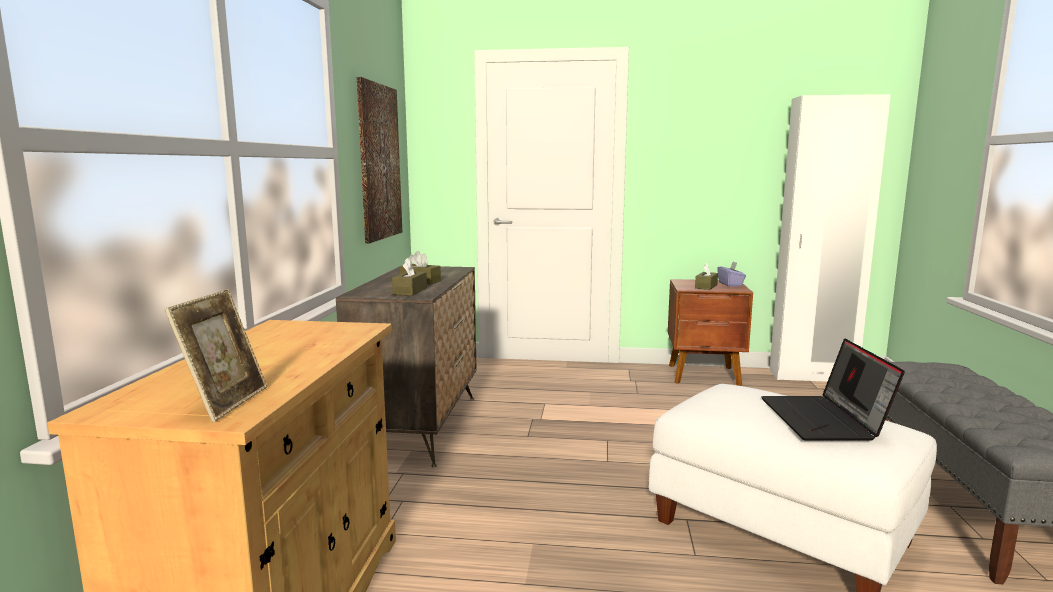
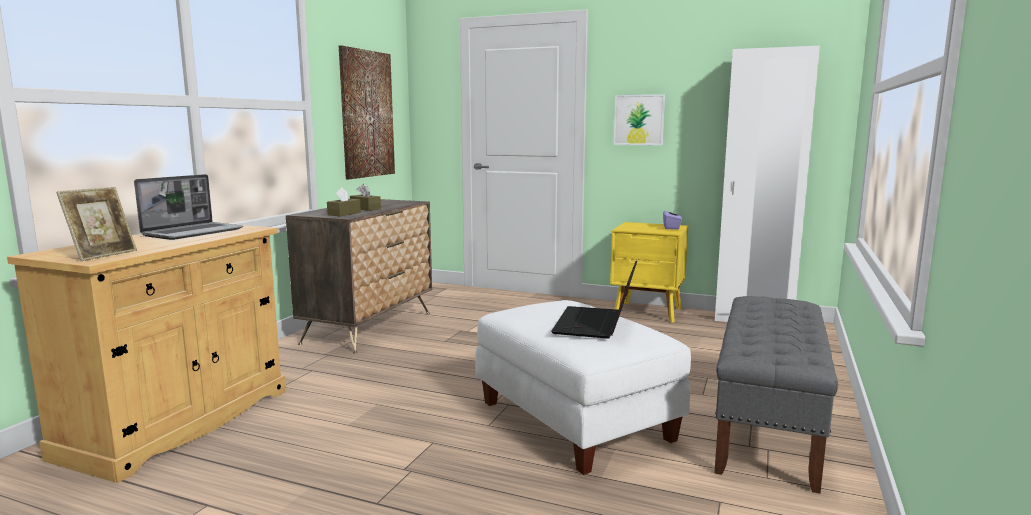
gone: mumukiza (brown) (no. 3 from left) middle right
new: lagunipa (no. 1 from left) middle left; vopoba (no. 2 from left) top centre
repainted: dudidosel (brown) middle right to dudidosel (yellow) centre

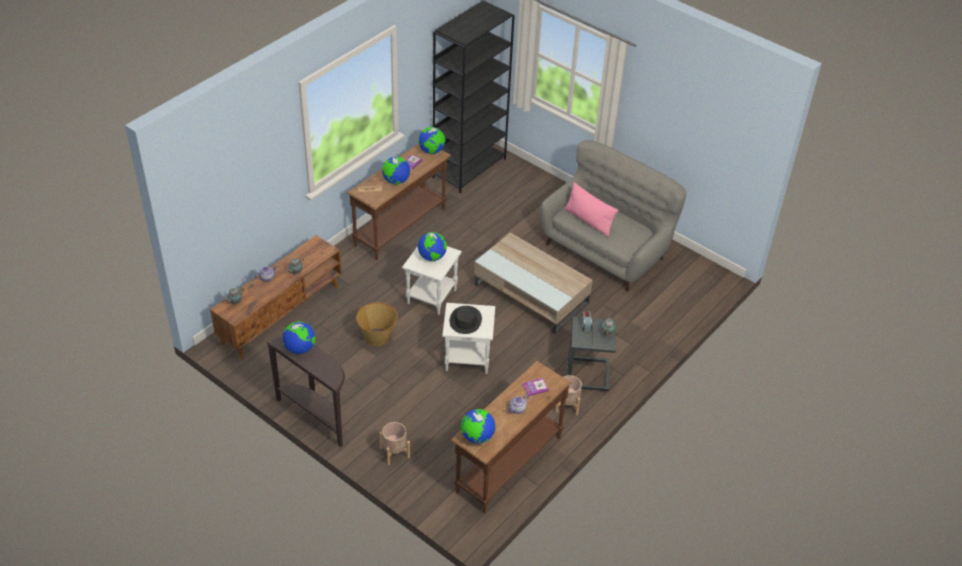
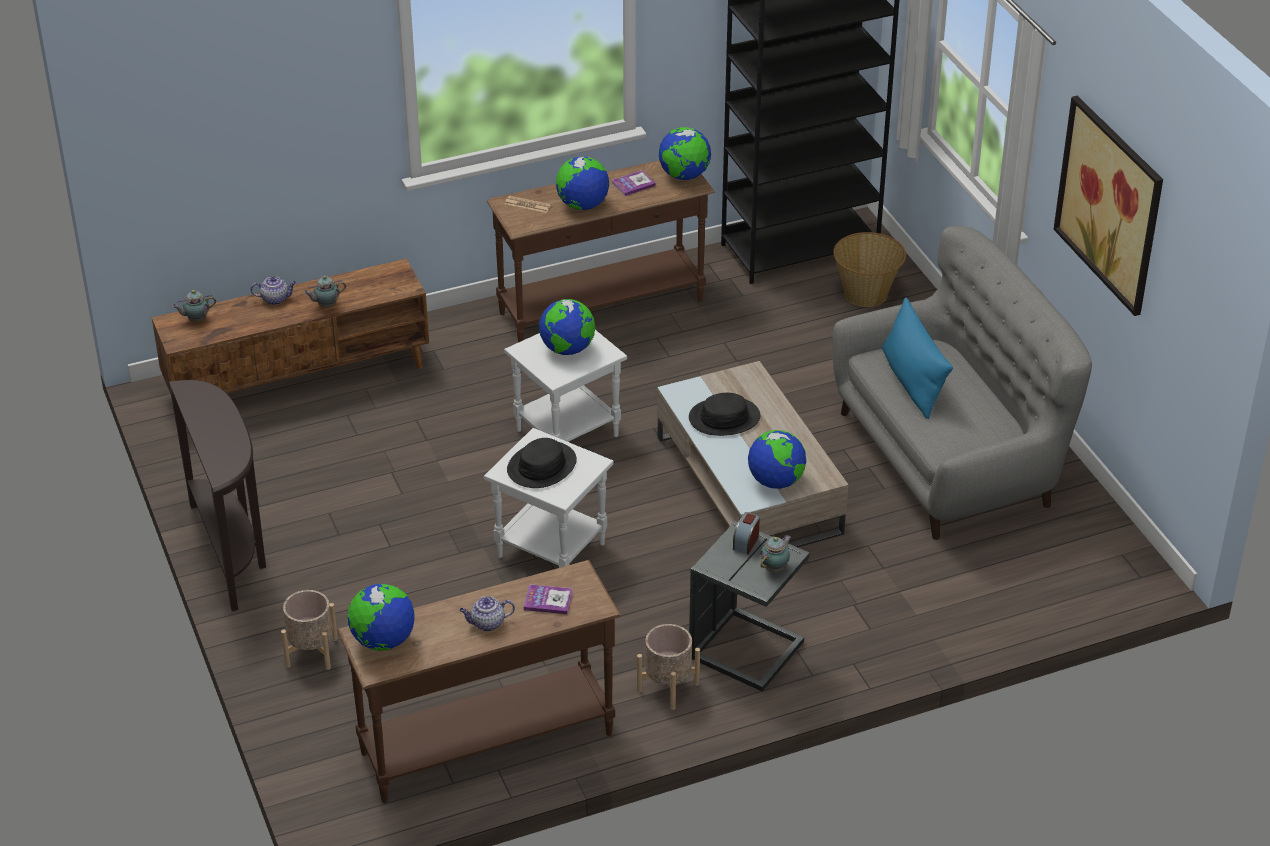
new: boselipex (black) (no. 2 from left) centre; vopoba top right
shifted: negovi (no. 1 from left in the first image) middle left to negovi (no. 5 from left) centre; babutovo centre to top right
repainted: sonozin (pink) centre to sonozin (blue) middle right

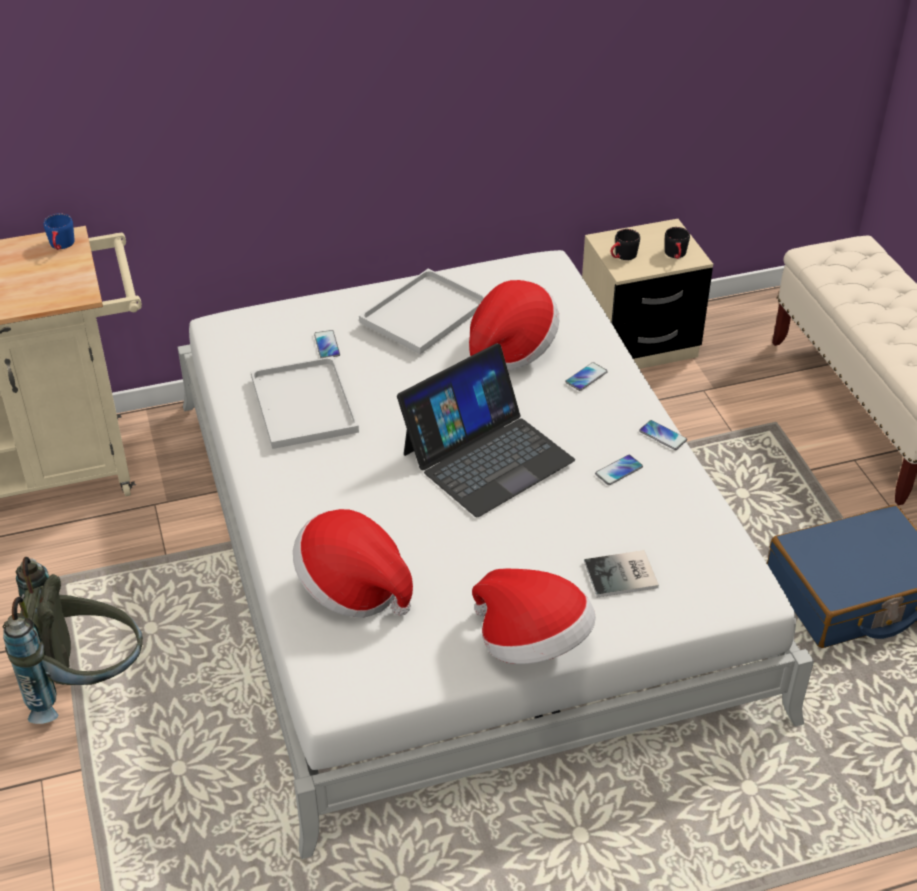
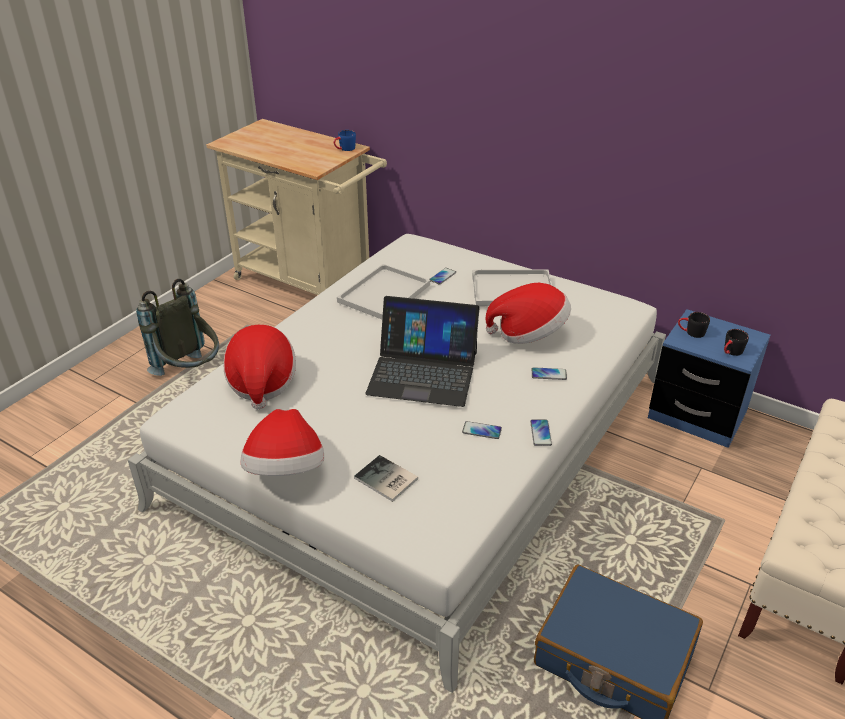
repainted: dudidosel (beige) top right to dudidosel (blue) middle right

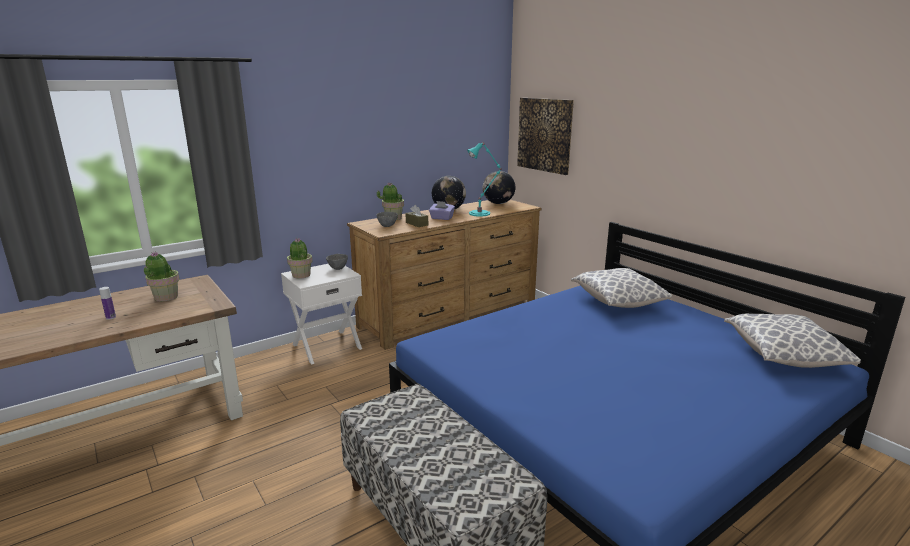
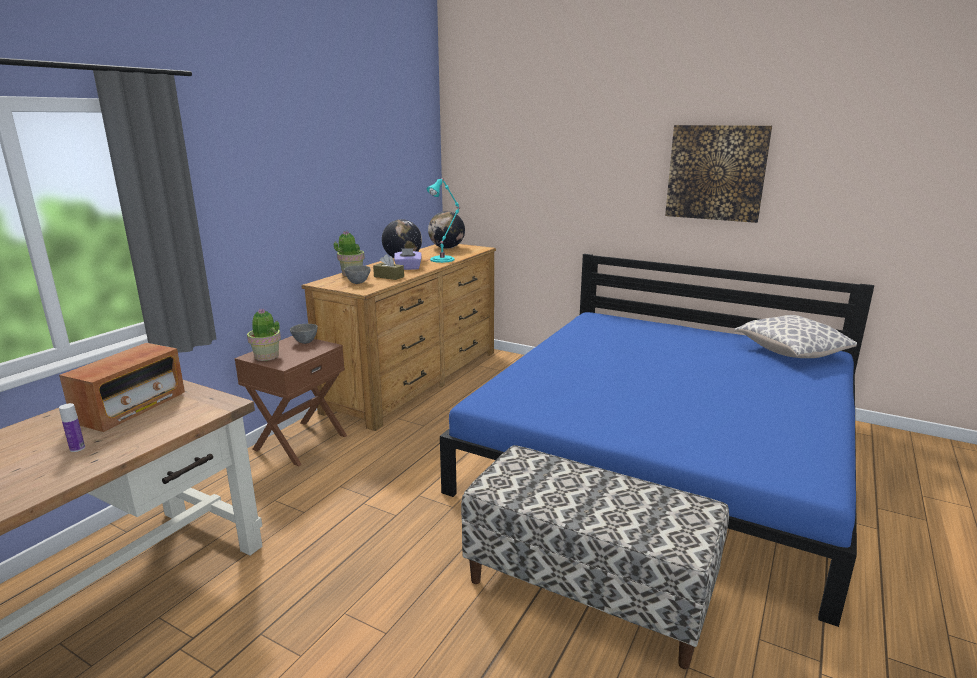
gone: sonozin (no. 1 from left) middle right
shifted: vopoba top centre to top right
swapped: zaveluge (no. 1 from left) middle left to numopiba middle left
repainted: dudidosel (white) centre to dudidosel (brown) middle left

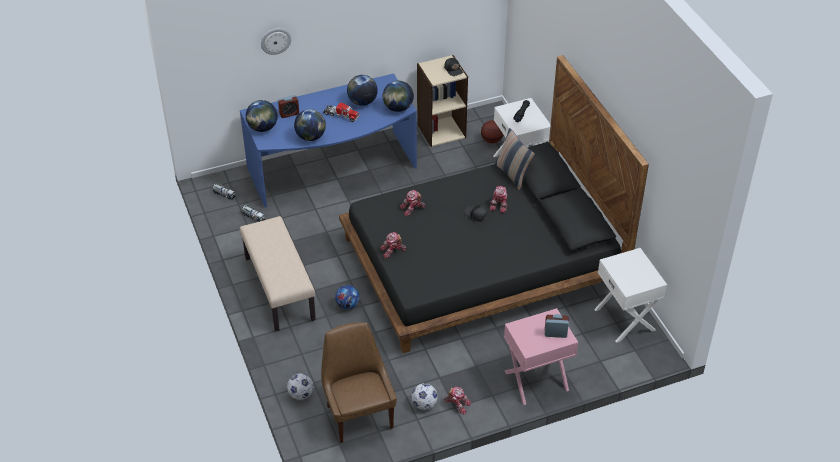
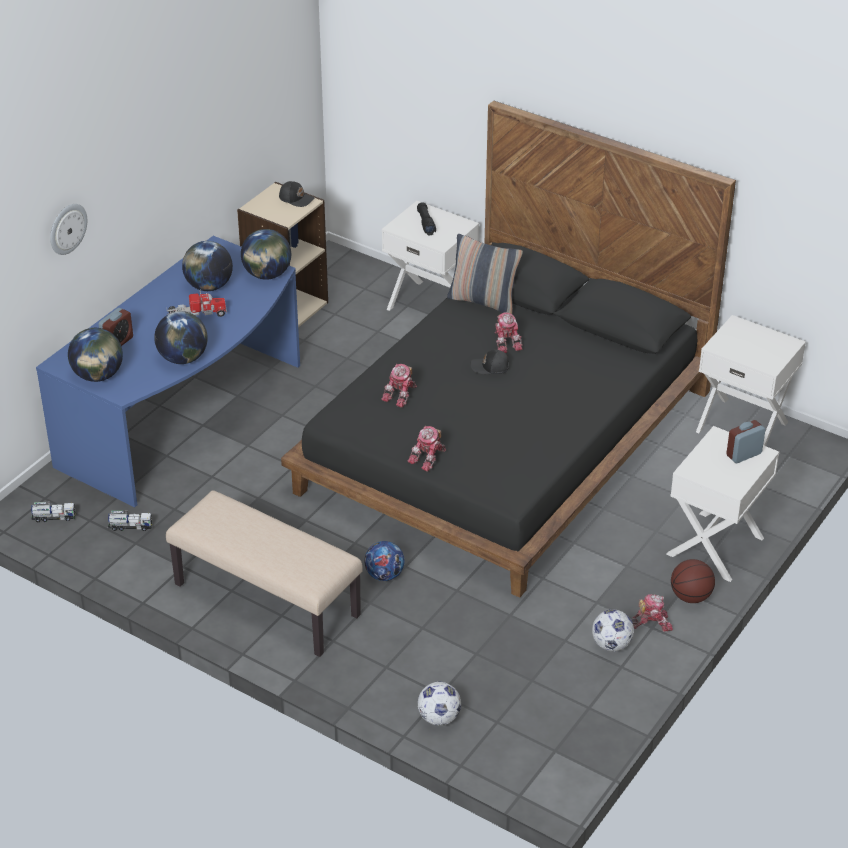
gone: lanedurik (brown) bottom centre
shifted: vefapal top centre to bottom right
repainted: dudidosel (pink) bottom centre to dudidosel (white) (no. 2 from left) middle right

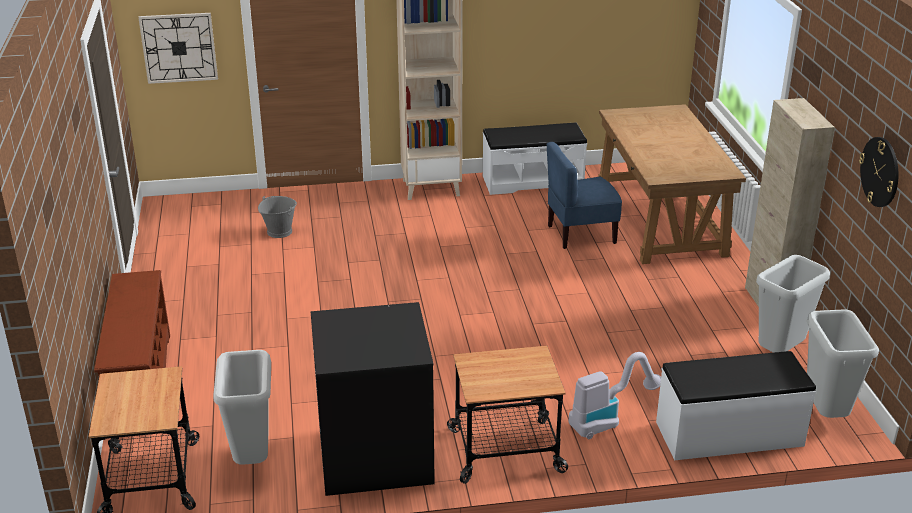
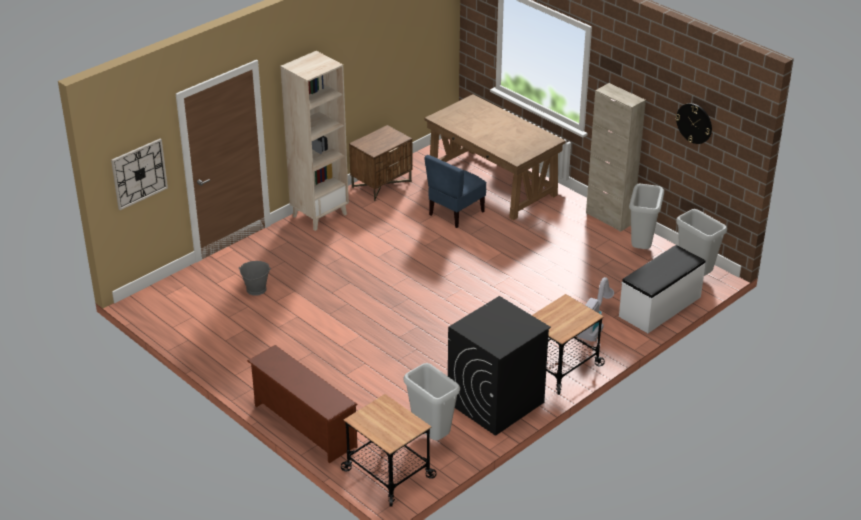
swapped: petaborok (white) (no. 1 from left) top centre to dudidosel (brown) top centre

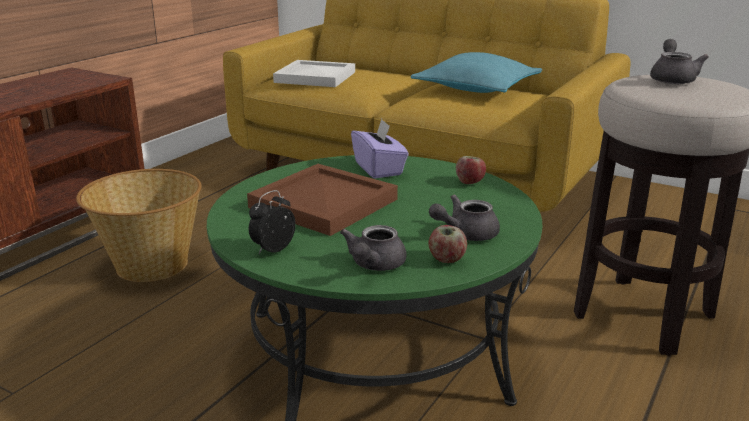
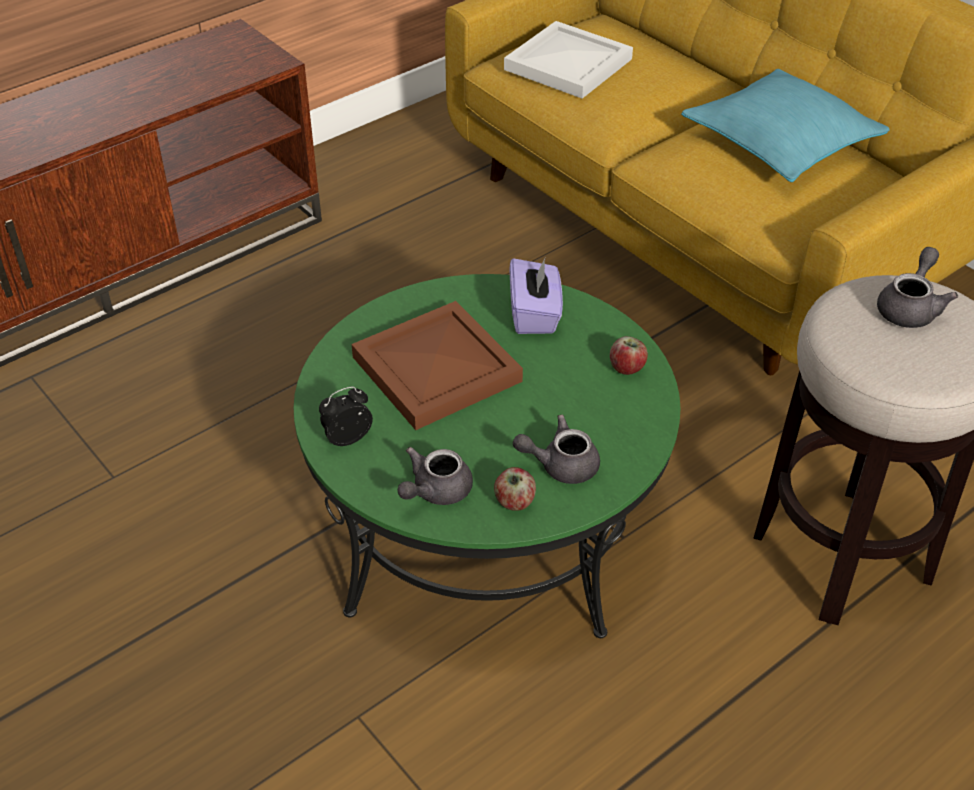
gone: babutovo middle left

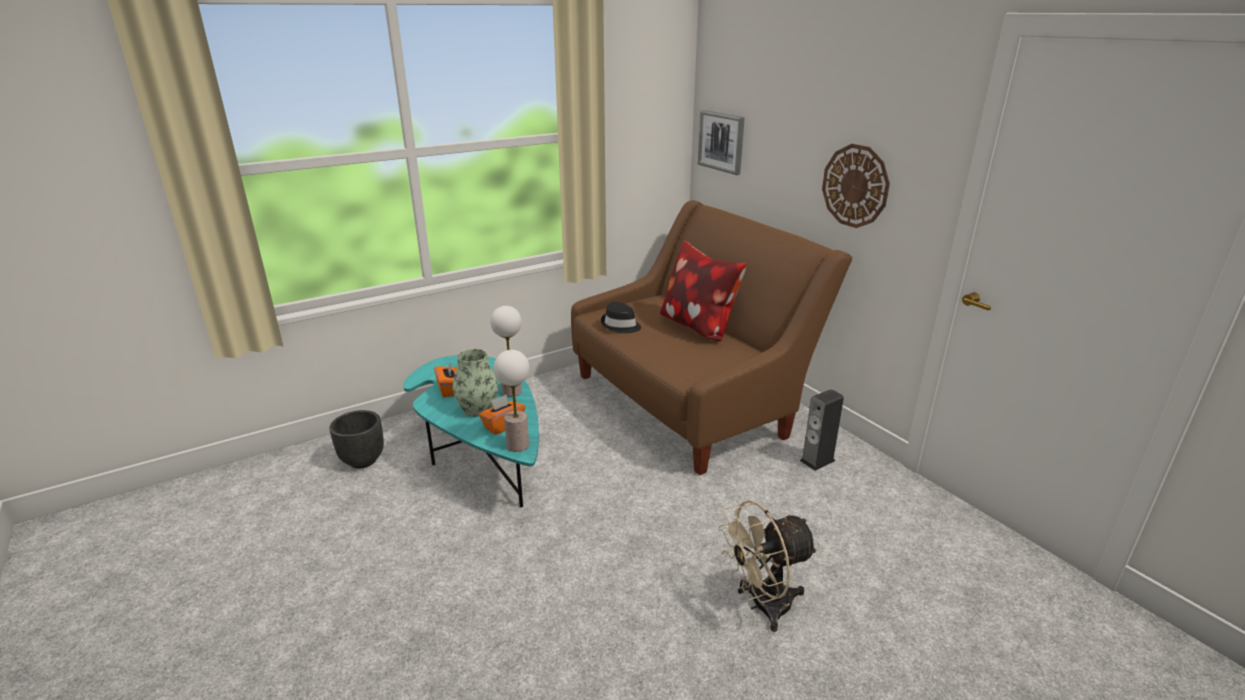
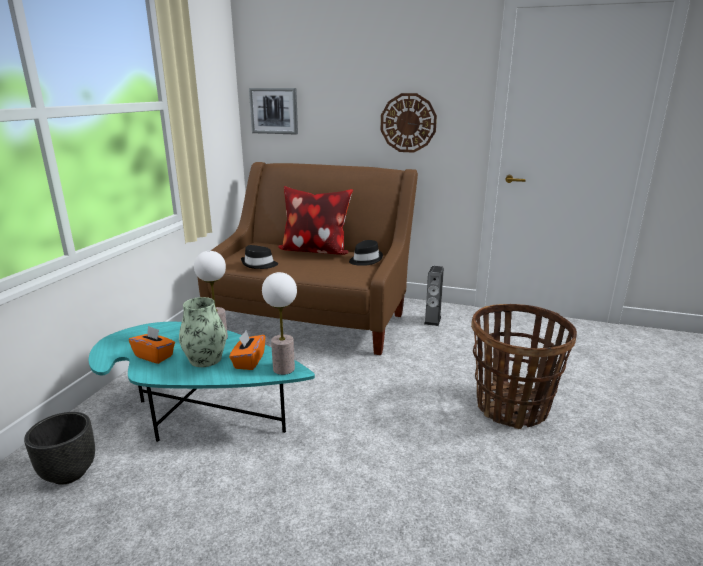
new: boselipex (black) (no. 2 from left) centre
swapped: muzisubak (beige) bottom centre to babutovo middle right

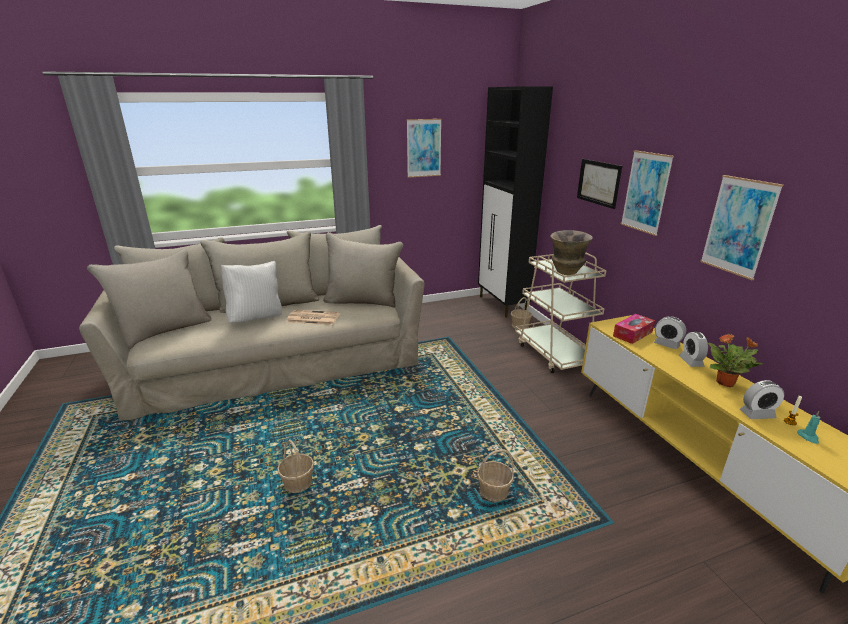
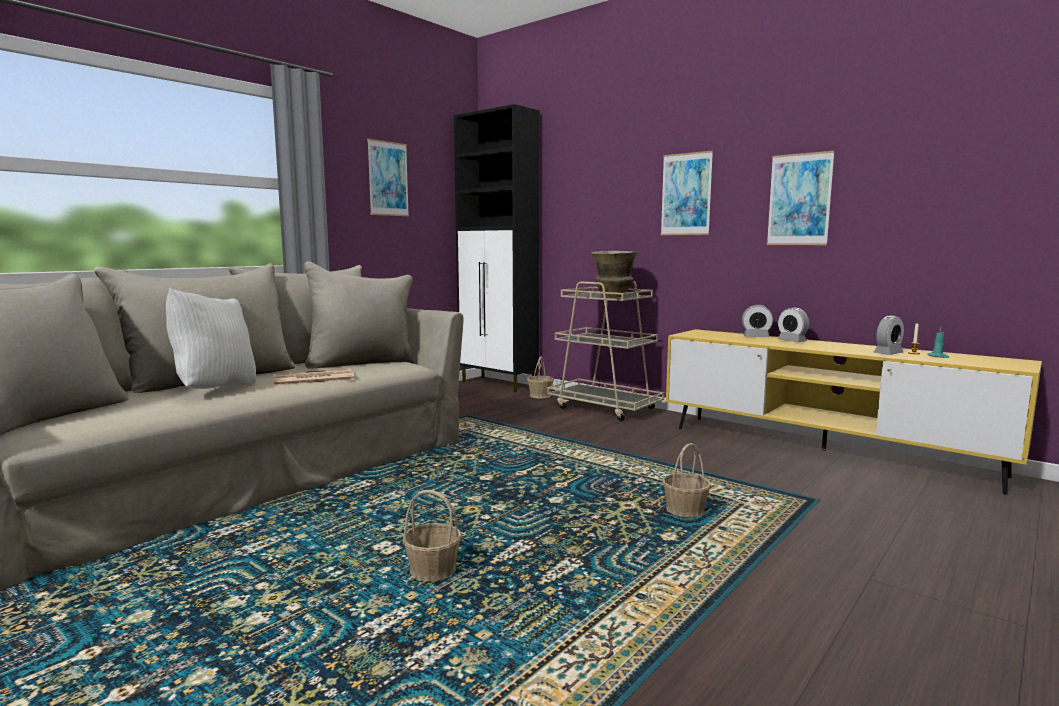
gone: vopoba (no. 2 from left) top right; mumukiza middle right; zaveluge middle right

